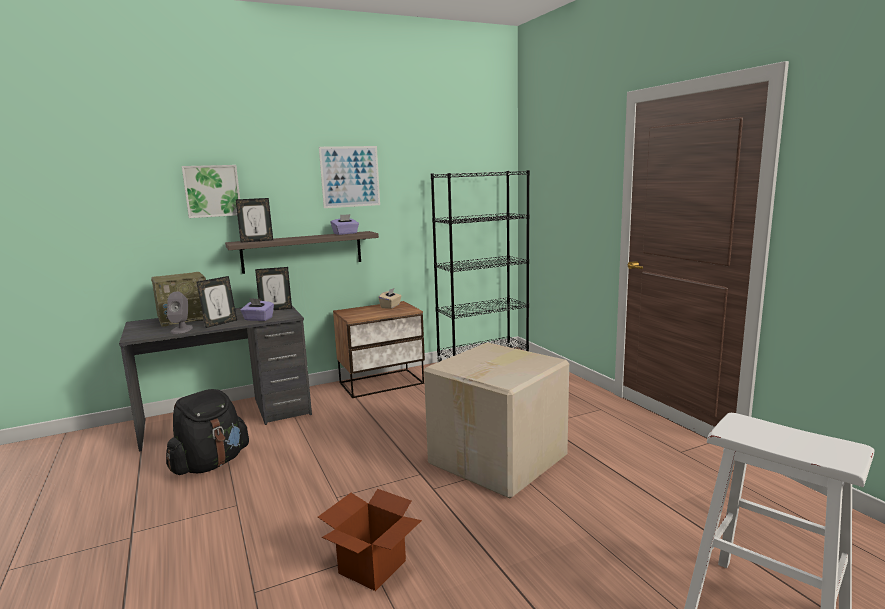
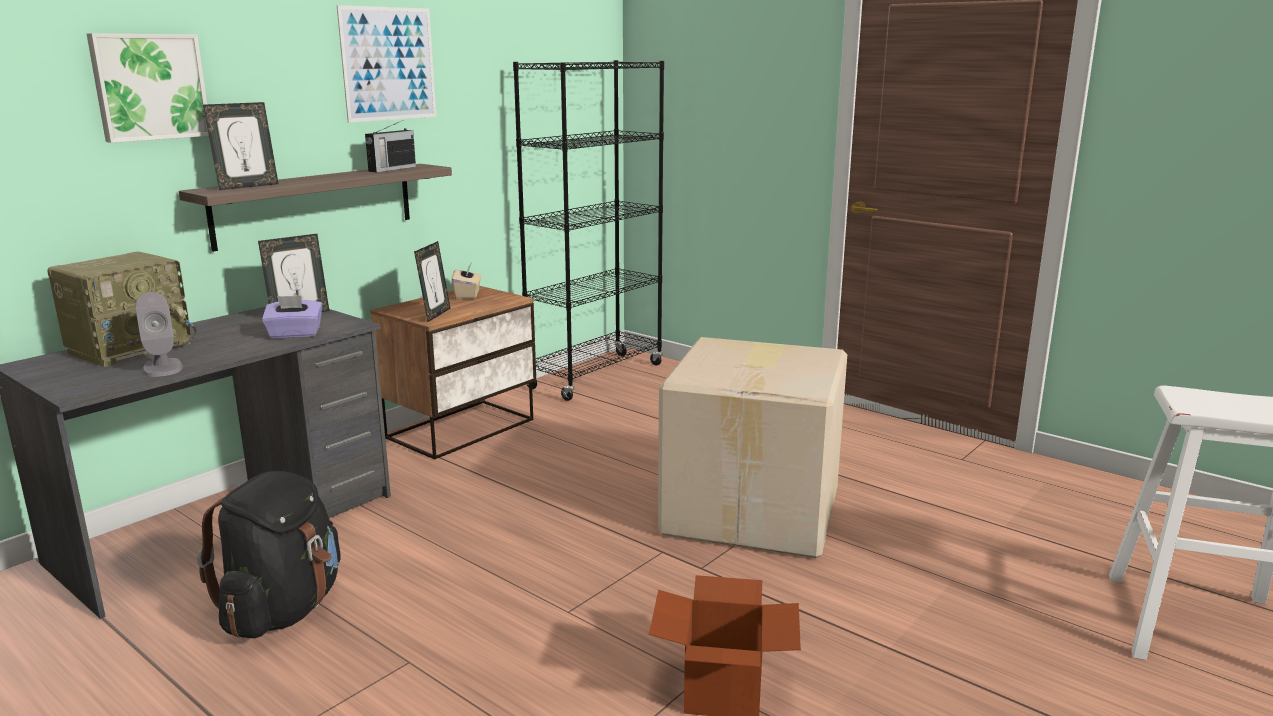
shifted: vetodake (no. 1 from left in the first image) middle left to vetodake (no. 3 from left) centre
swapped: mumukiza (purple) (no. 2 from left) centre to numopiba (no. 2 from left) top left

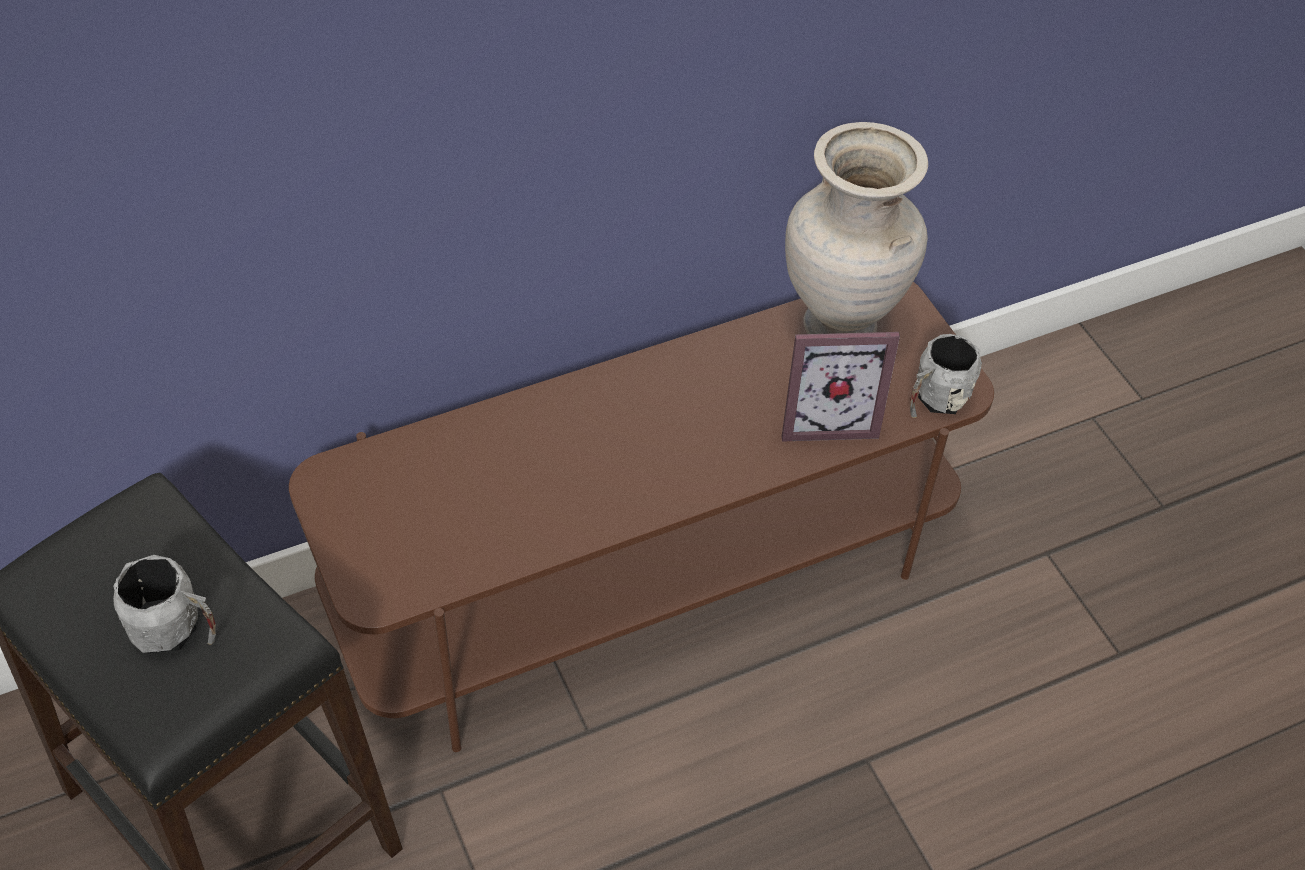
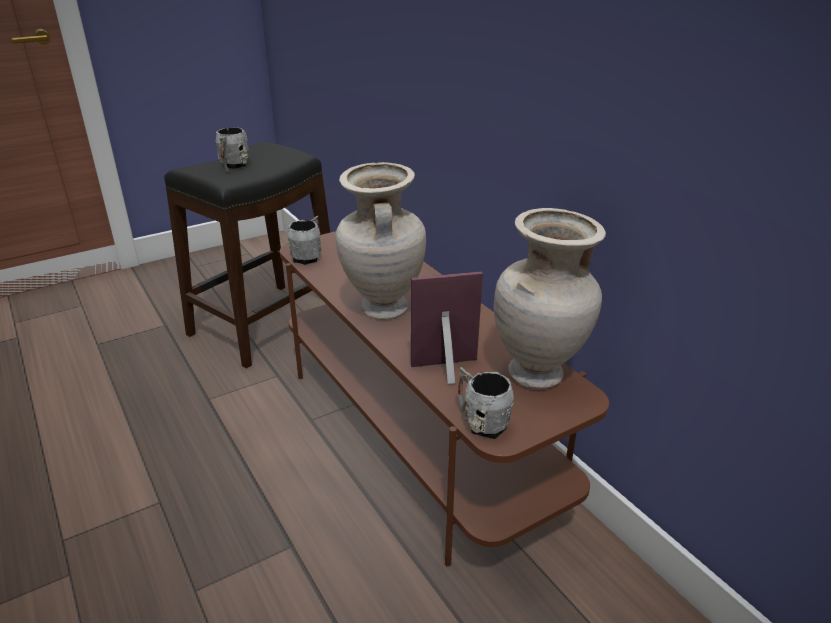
new: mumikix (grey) (no. 2 from left) centre; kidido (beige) (no. 1 from left) centre
rotated: vetodake centre = centre 90 degrees clockwise

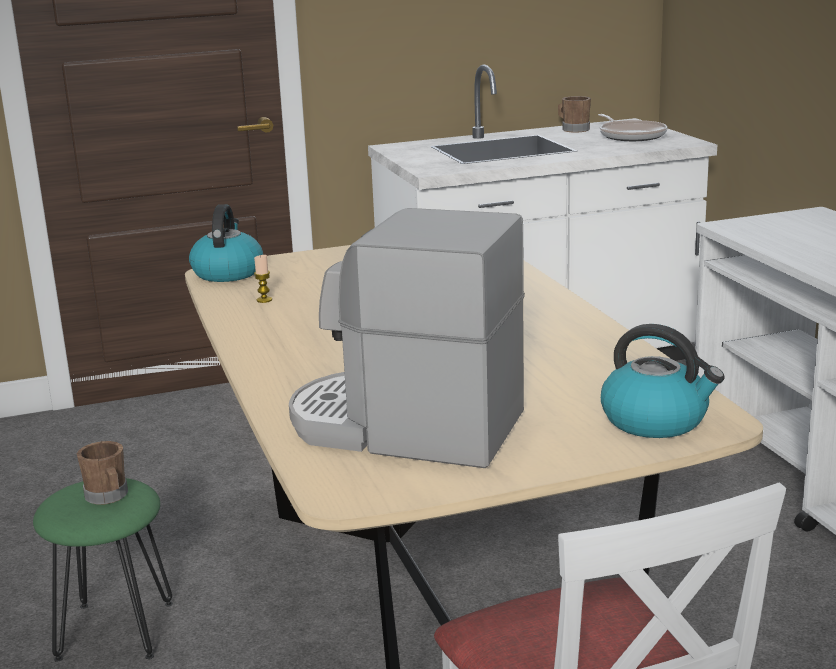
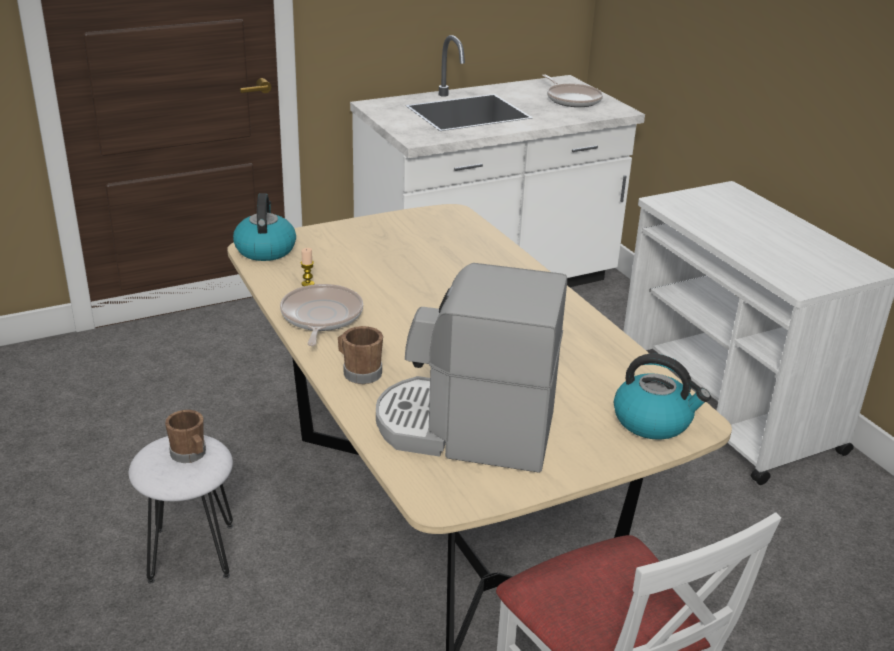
new: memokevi (no. 1 from left) centre
shifted: mumikix (brown) (no. 2 from left) top right to centre
repainted: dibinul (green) bottom left to dibinul (white) bottom left

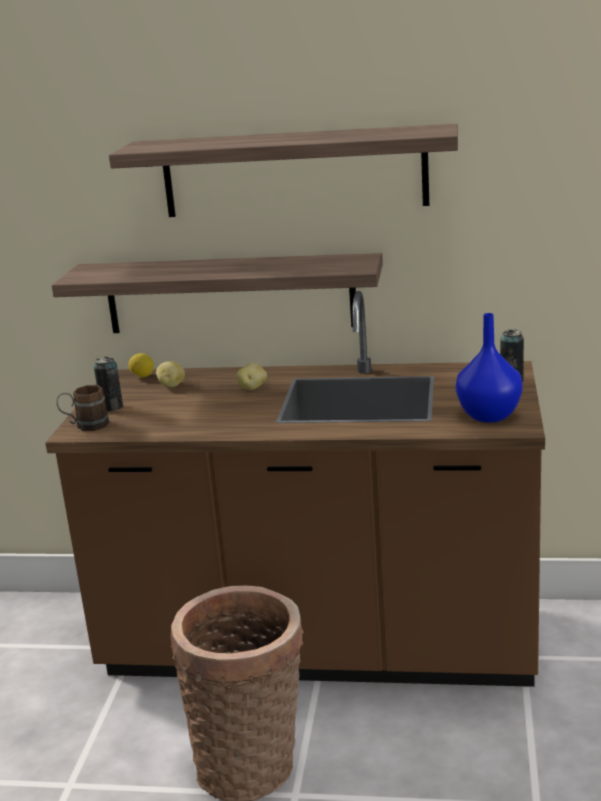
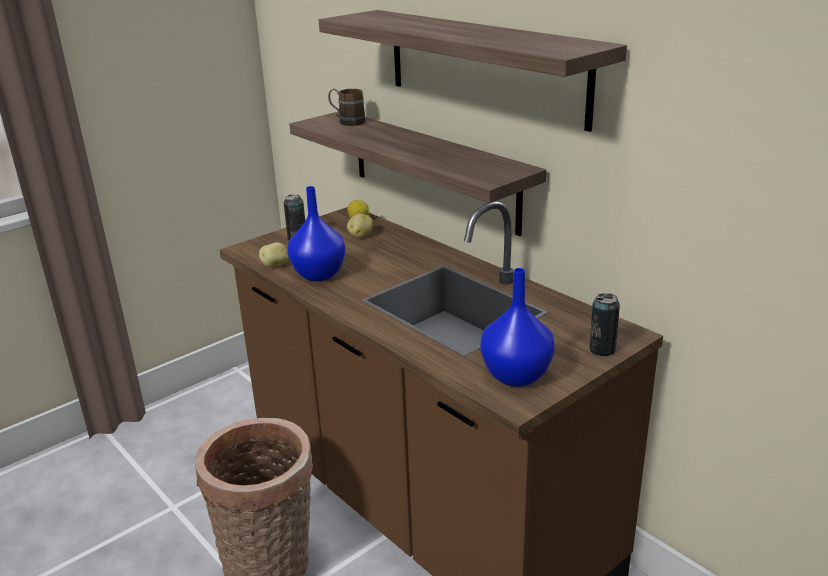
new: kidido (blue) (no. 1 from left) centre
shifted: mumikix (brown) middle left to top centre; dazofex (no. 2 from left in the first image) centre to dazofex (no. 1 from left) middle left

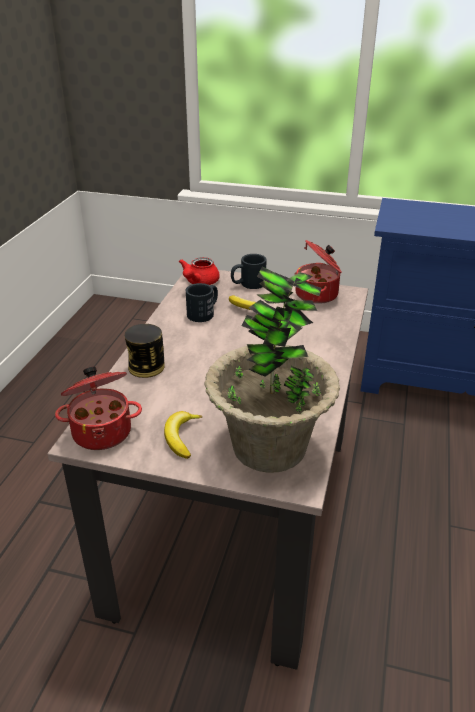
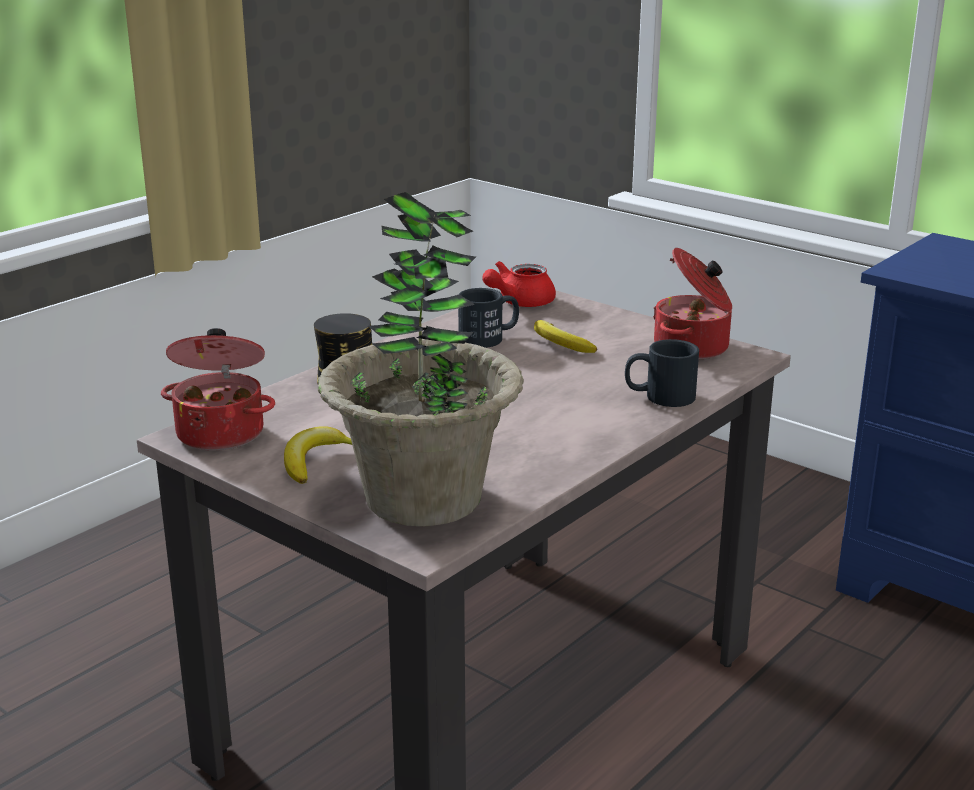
shifted: mumikix (black) (no. 2 from left) centre to middle right

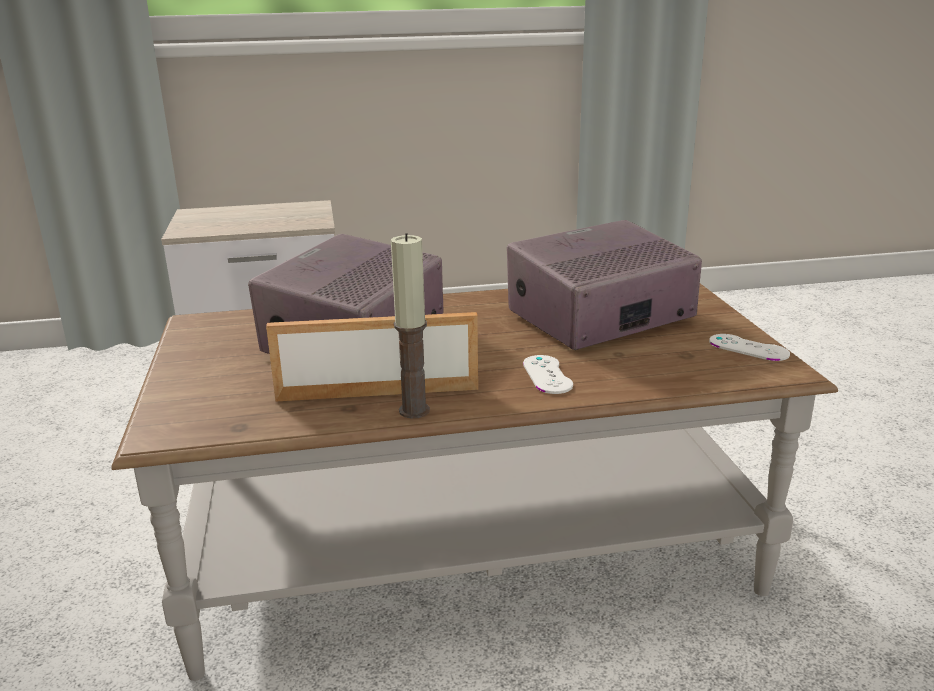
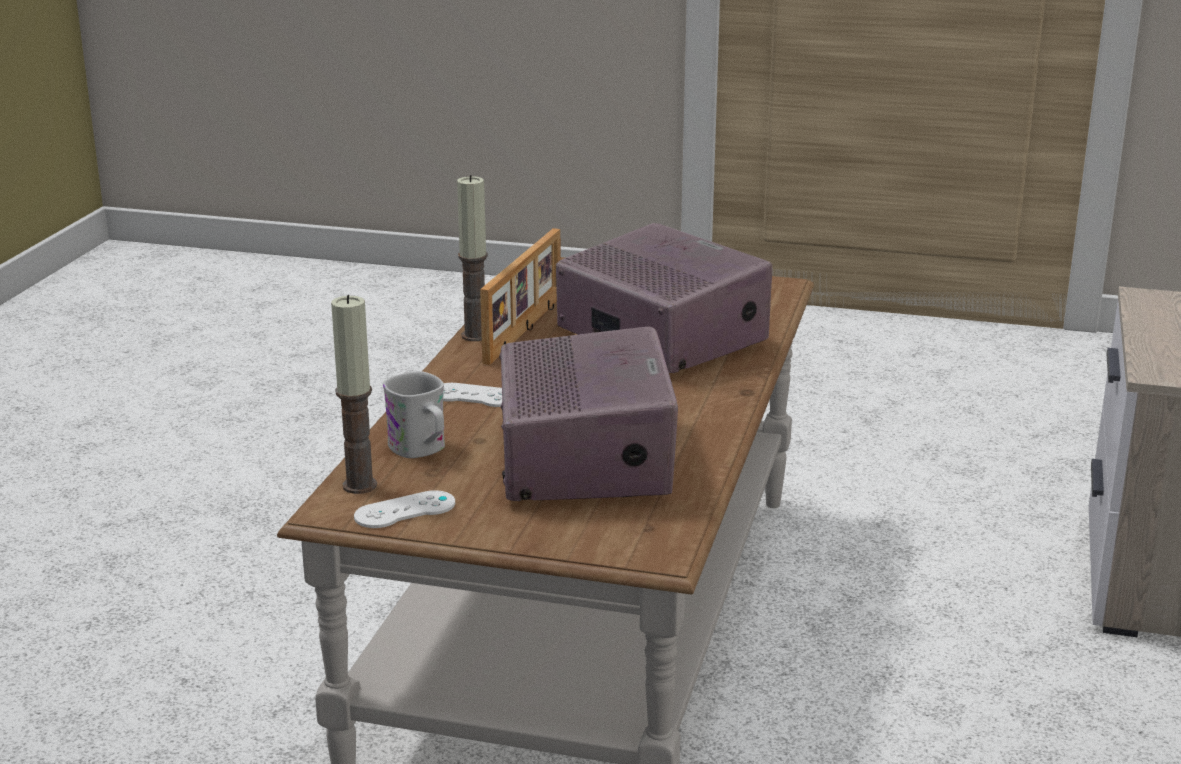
new: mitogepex (no. 1 from left) middle left; mumikix (white) centre

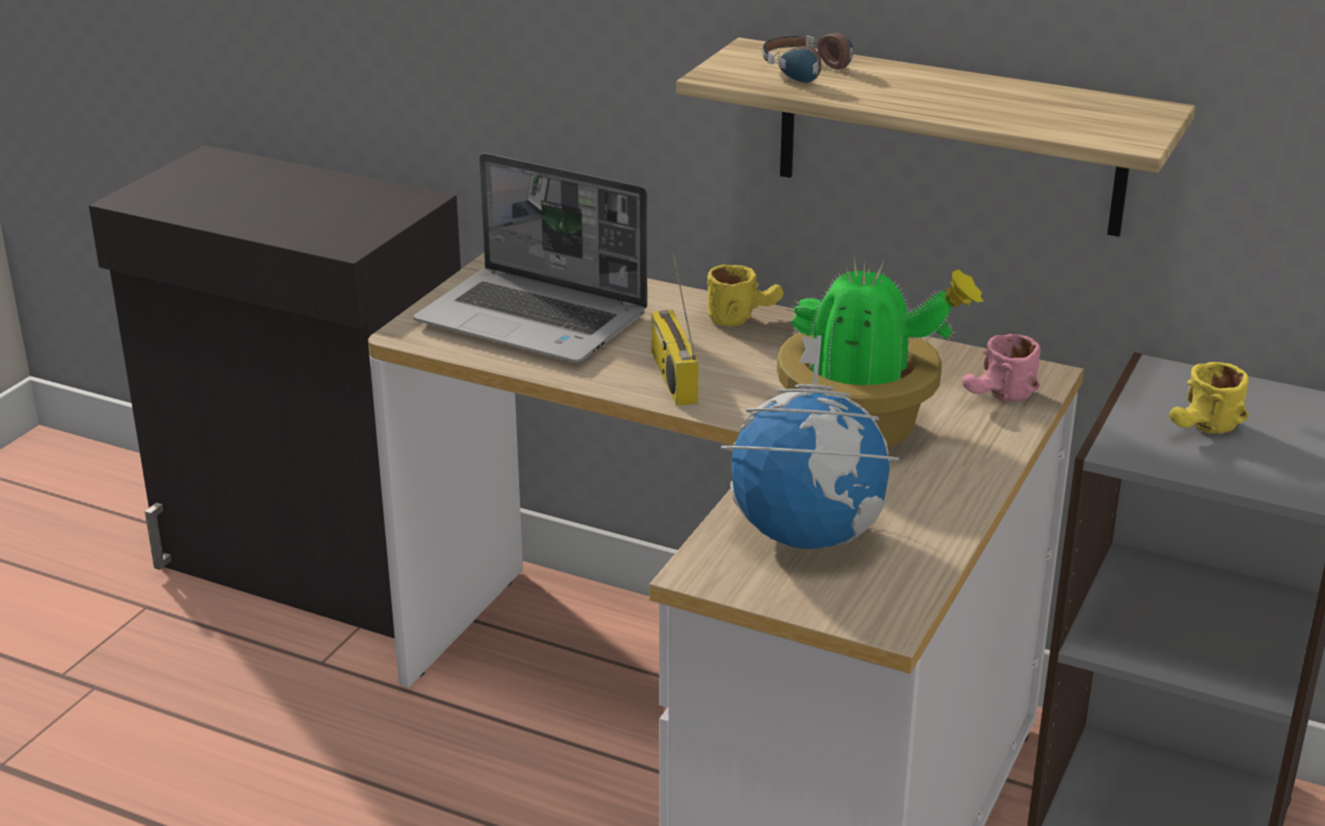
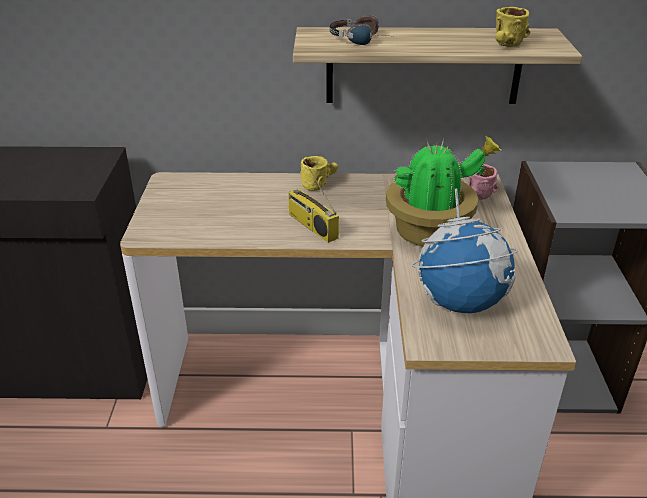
gone: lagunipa top centre
shifted: mumikix (yellow) (no. 2 from left) middle right to top right

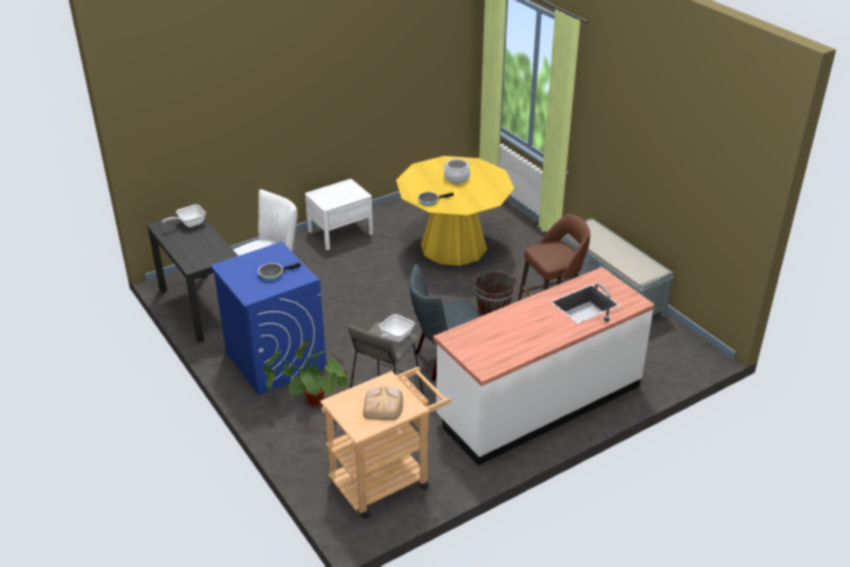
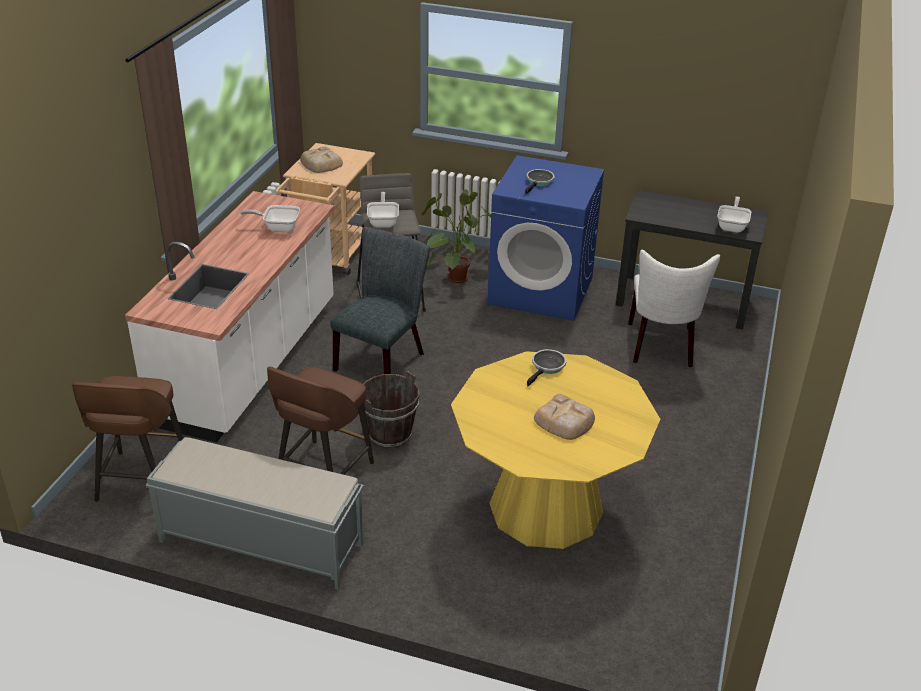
gone: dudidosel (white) centre
new: dibinul (brown) (no. 1 from left) middle left; memokevi (no. 1 from left) top left
swapped: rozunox top centre to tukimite (no. 2 from left) centre

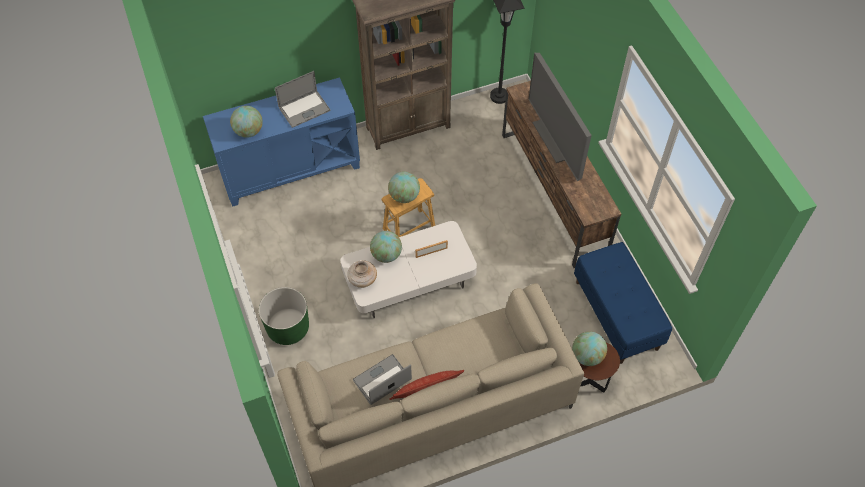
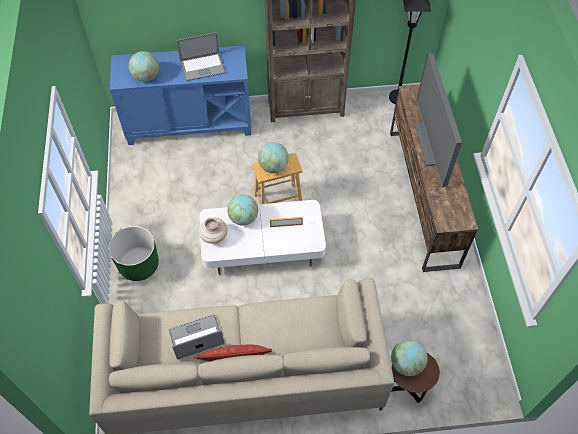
gone: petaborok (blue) middle right

